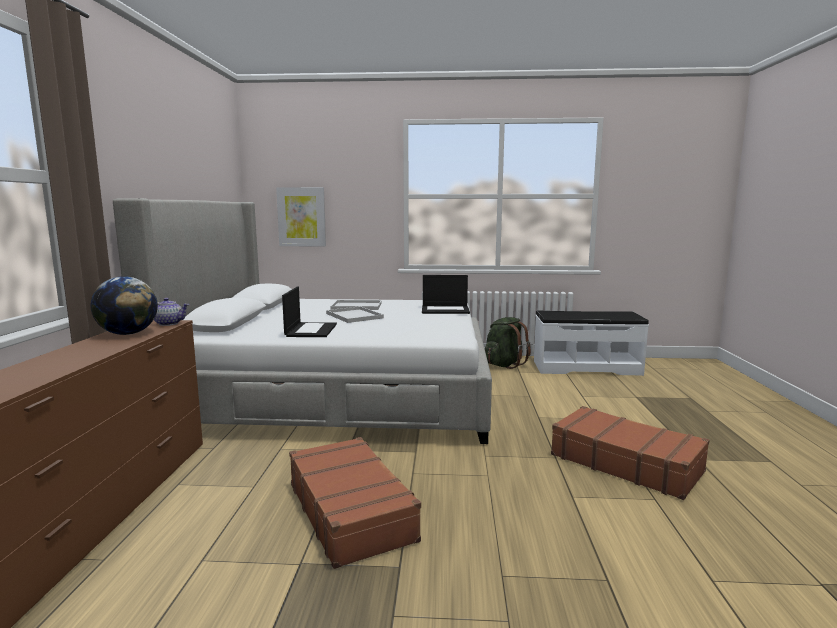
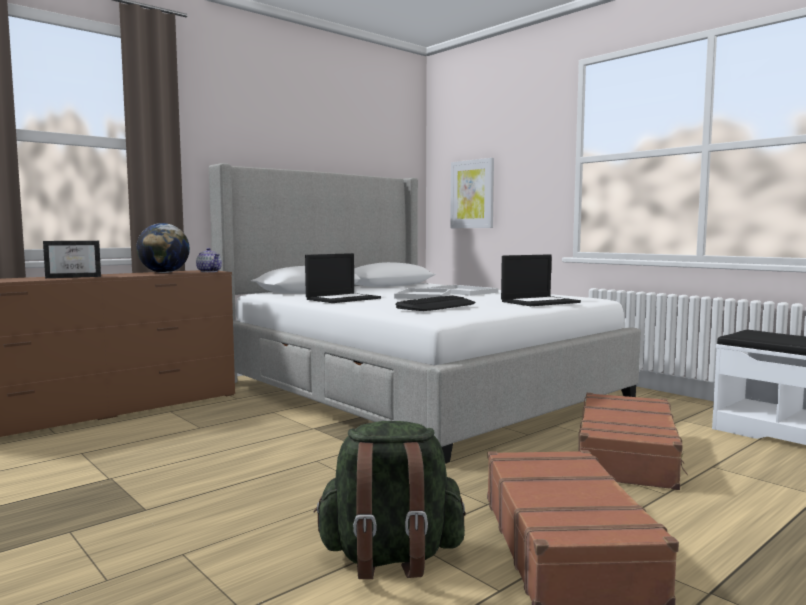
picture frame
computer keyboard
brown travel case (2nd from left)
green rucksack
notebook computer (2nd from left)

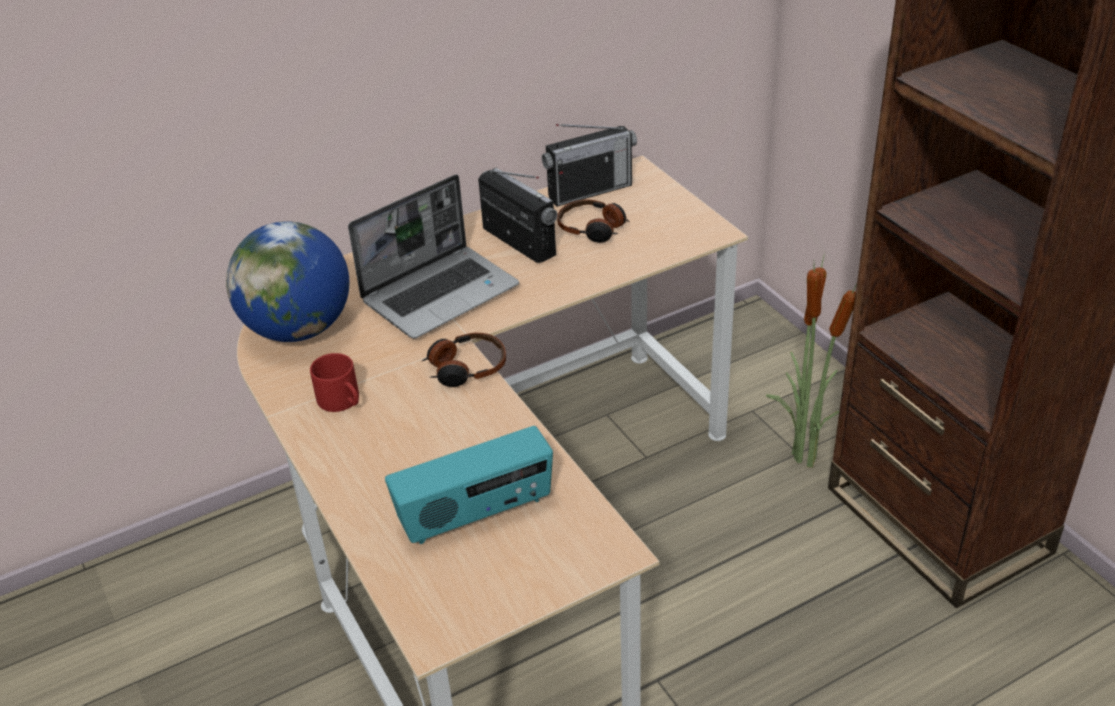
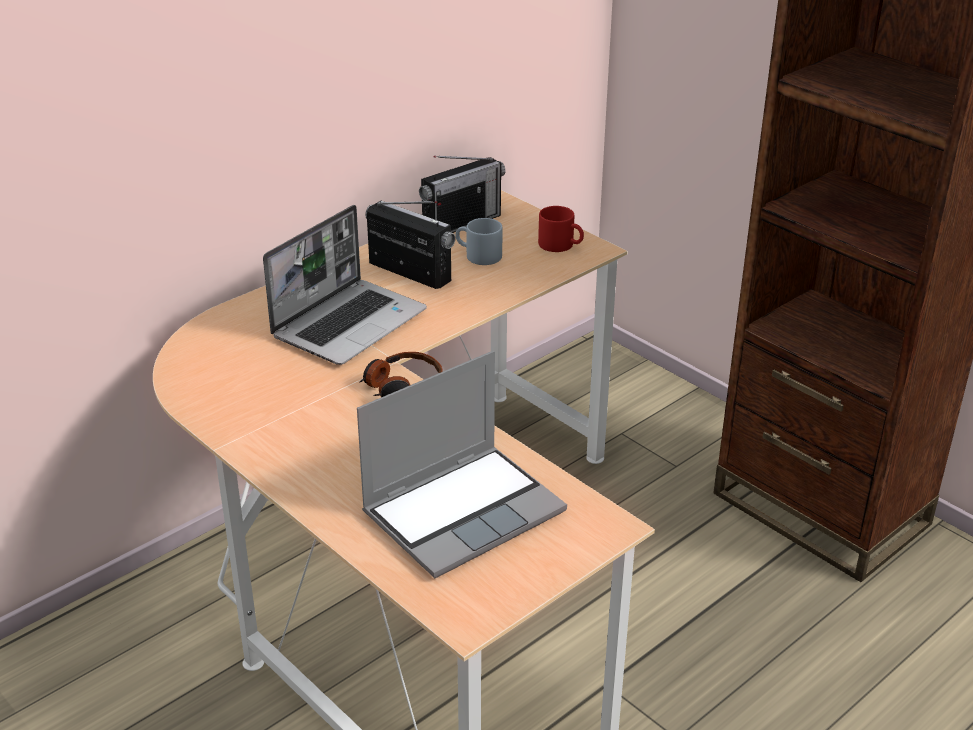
world globe
plant in a pot
red tea mug
notebook computer (2nd from left)
greyish tea mug

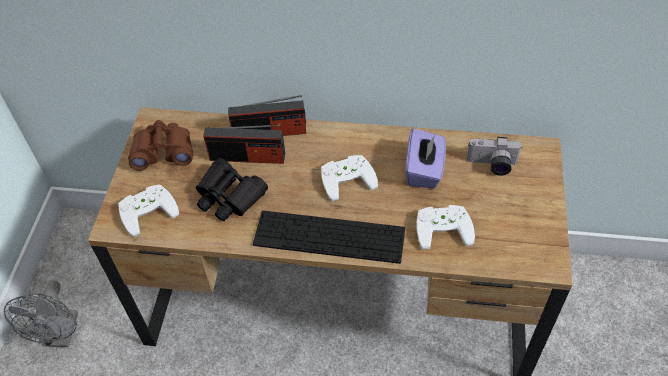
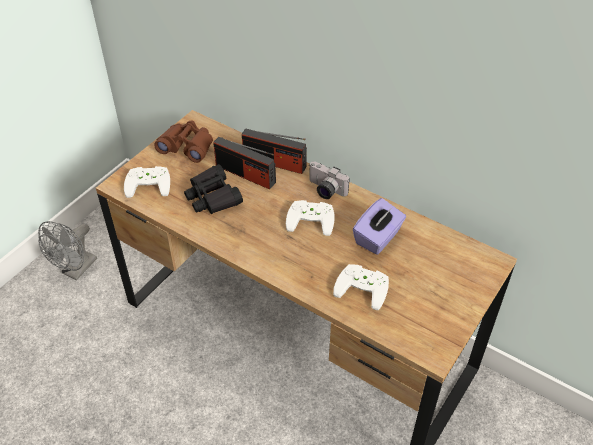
computer keyboard
photo camera

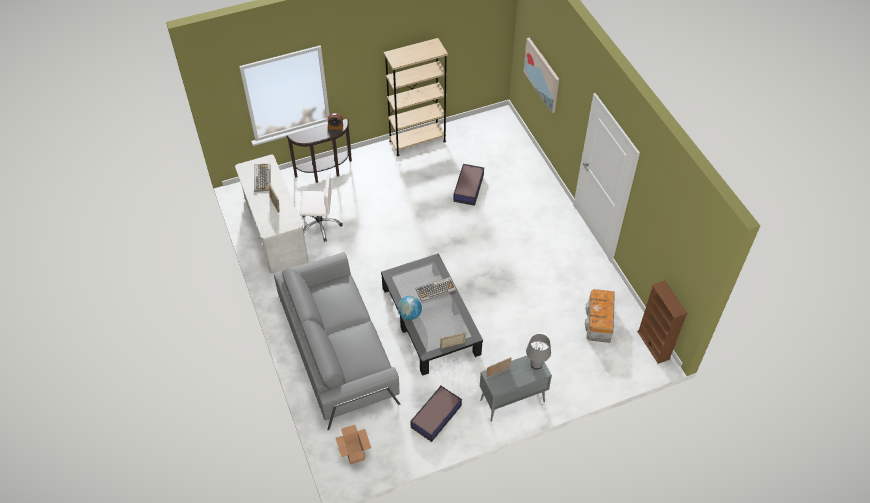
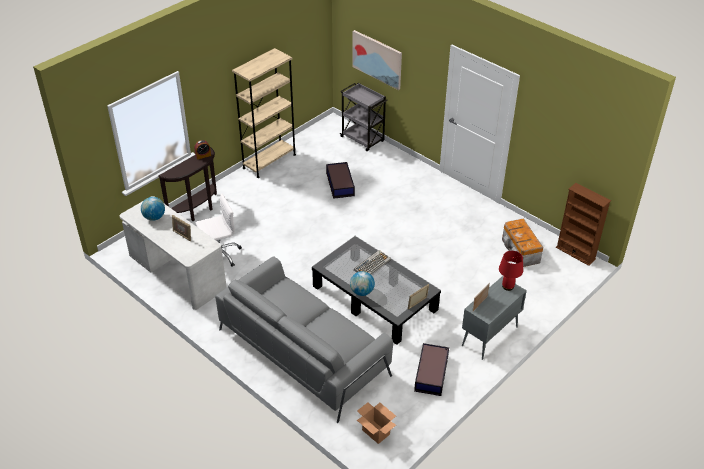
greyish wheeled cart
world globe (1st from left)
red lamp for a table

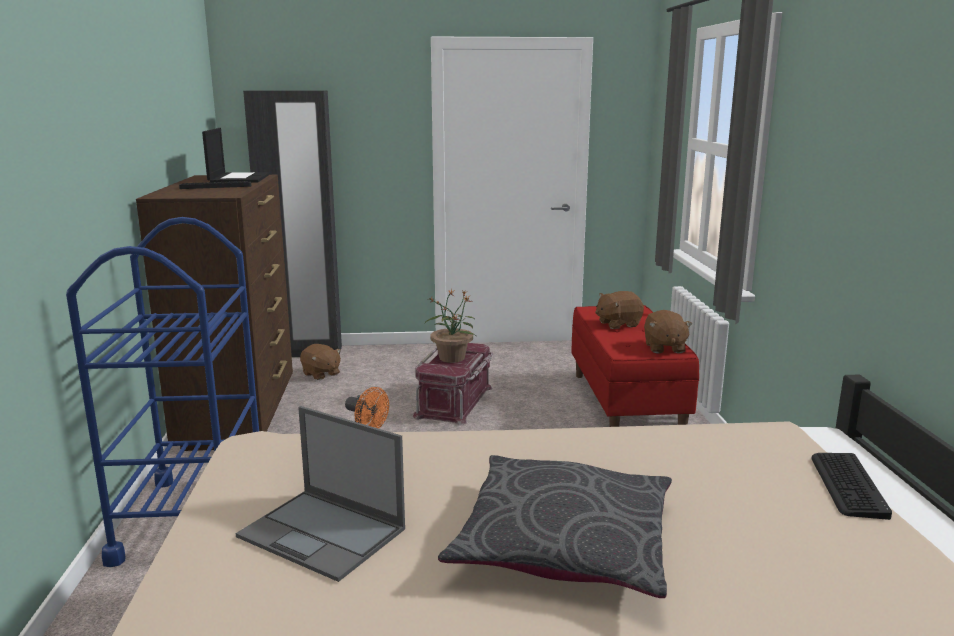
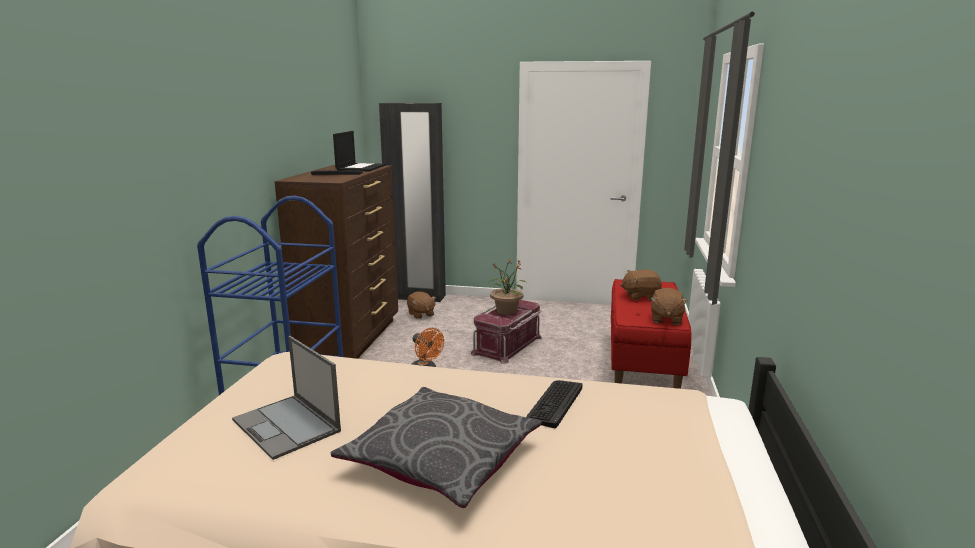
computer keyboard (2nd from left)

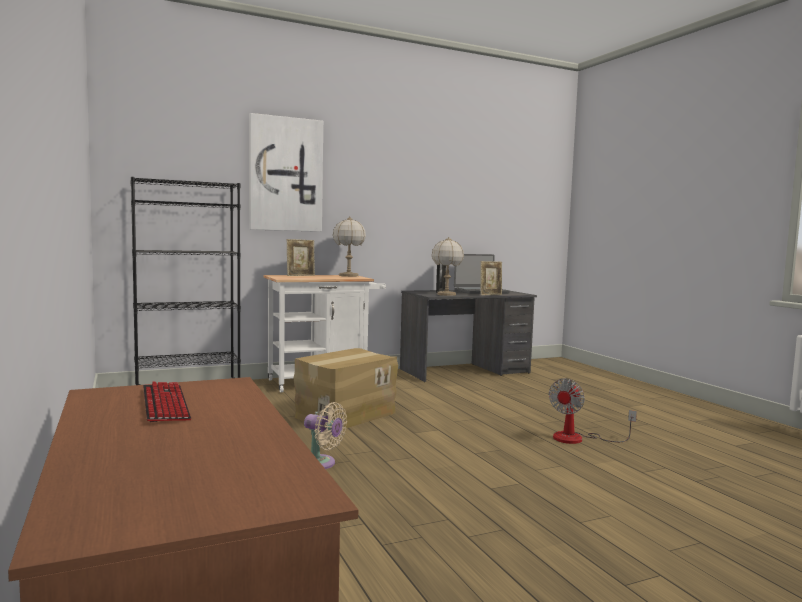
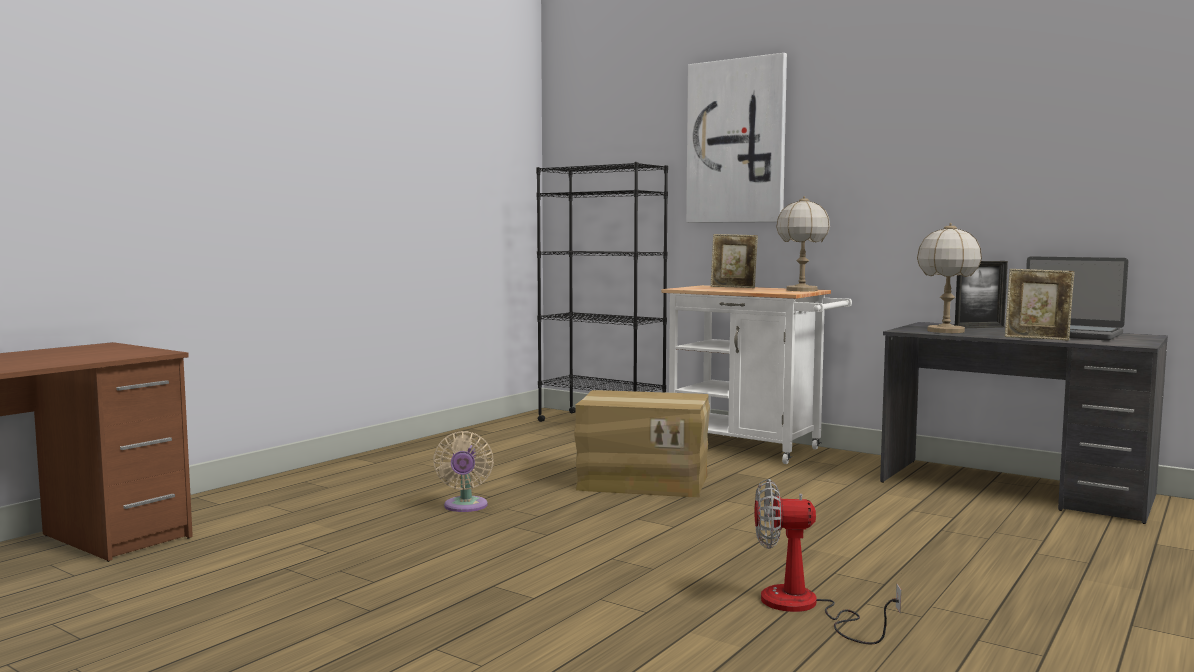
computer keyboard

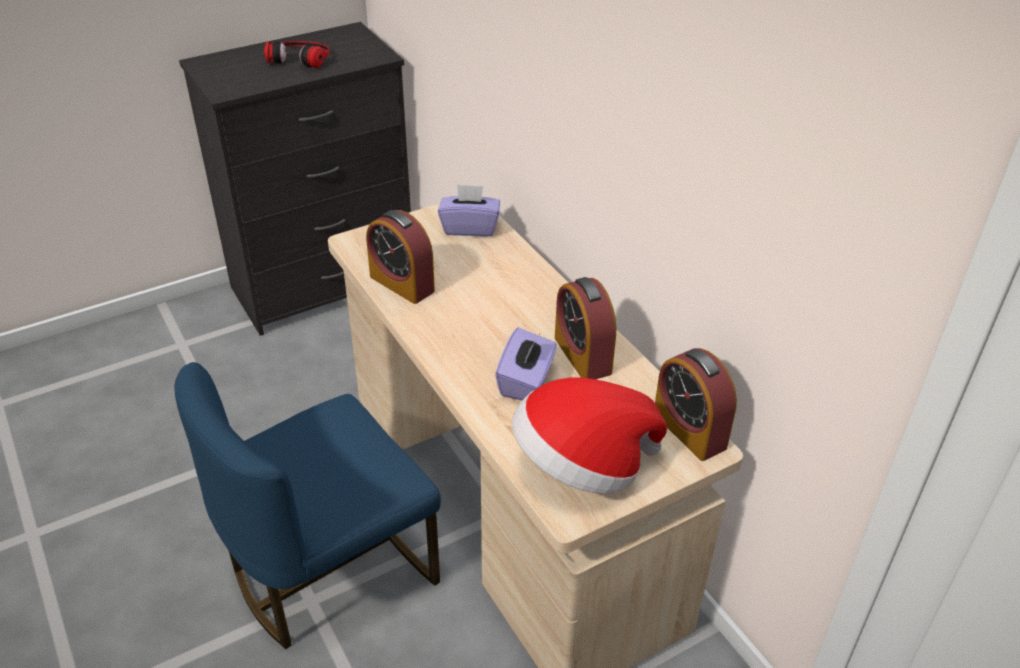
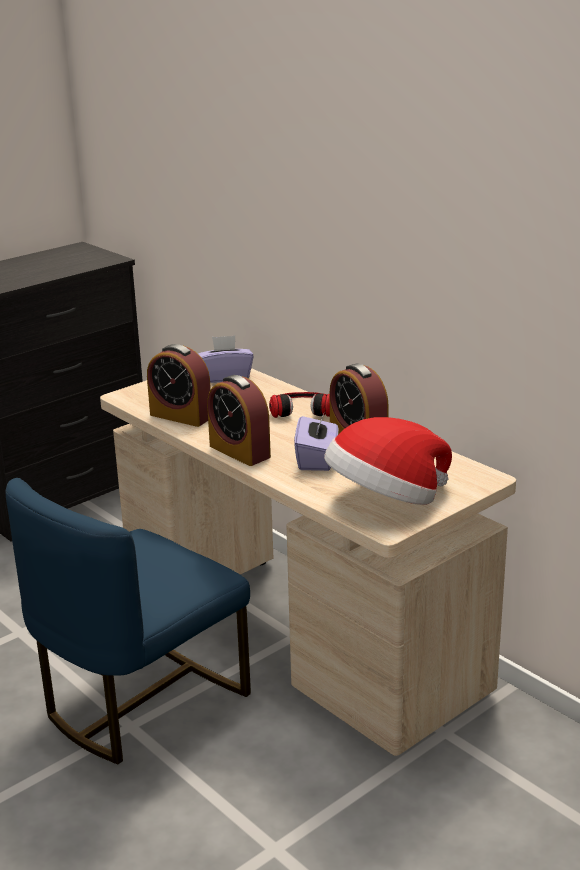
pair of headphones
table clock (2nd from left)

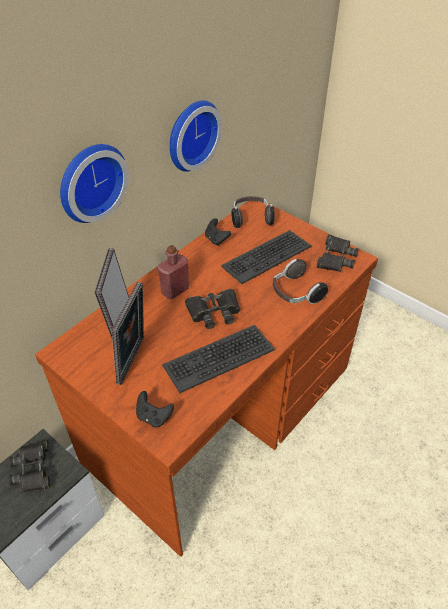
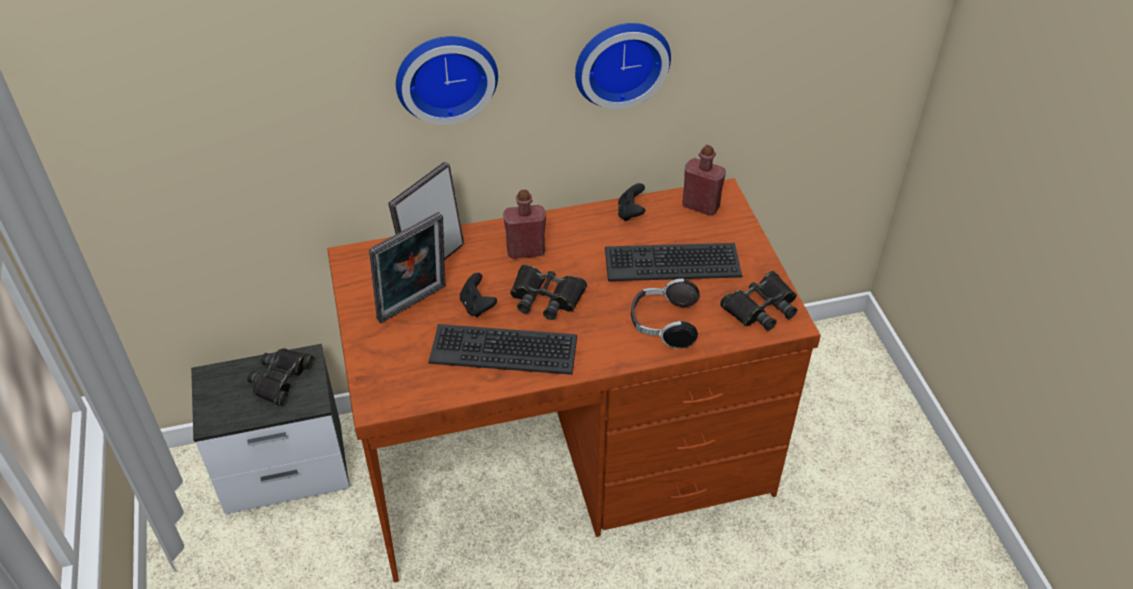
black-coloured joypad (1st from left)
red drink bottle (2nd from left)

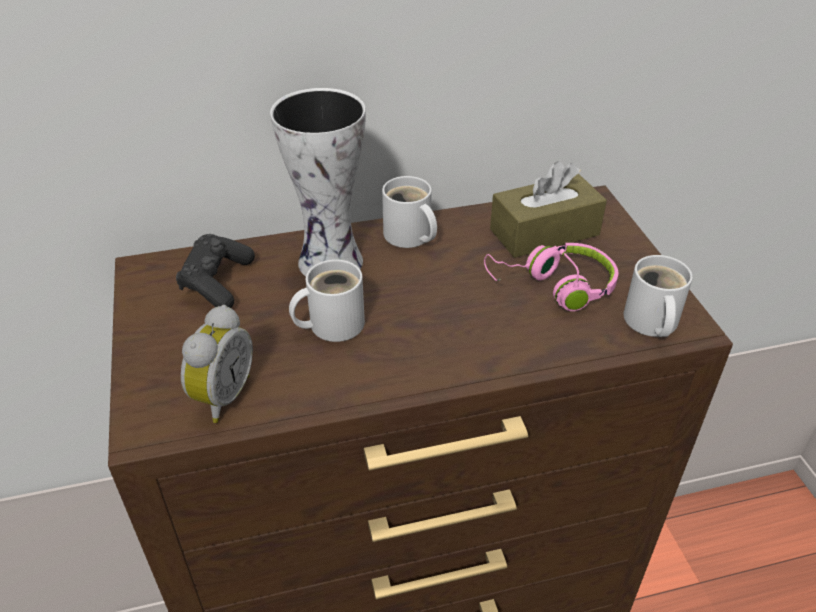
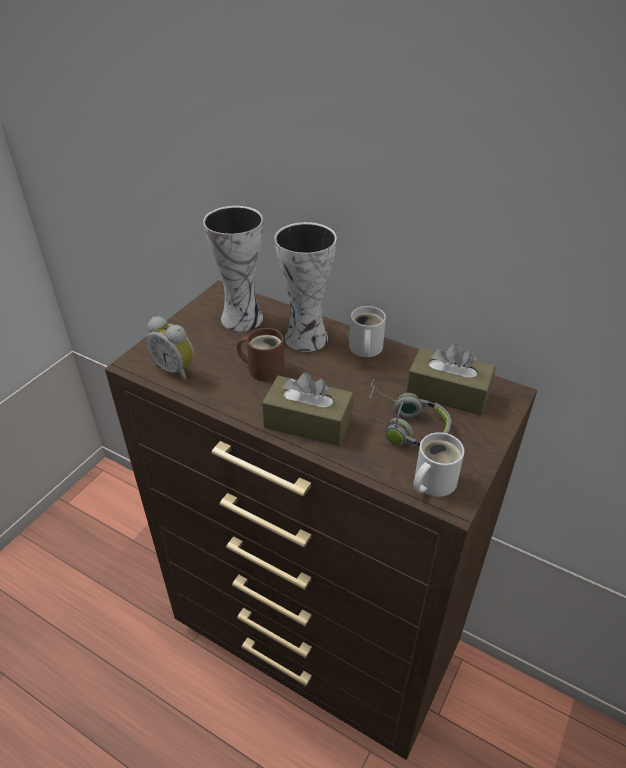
brown tissue holder (1st from left)
vase (1st from left)
brown tea mug
greyish pair of headphones
table clock

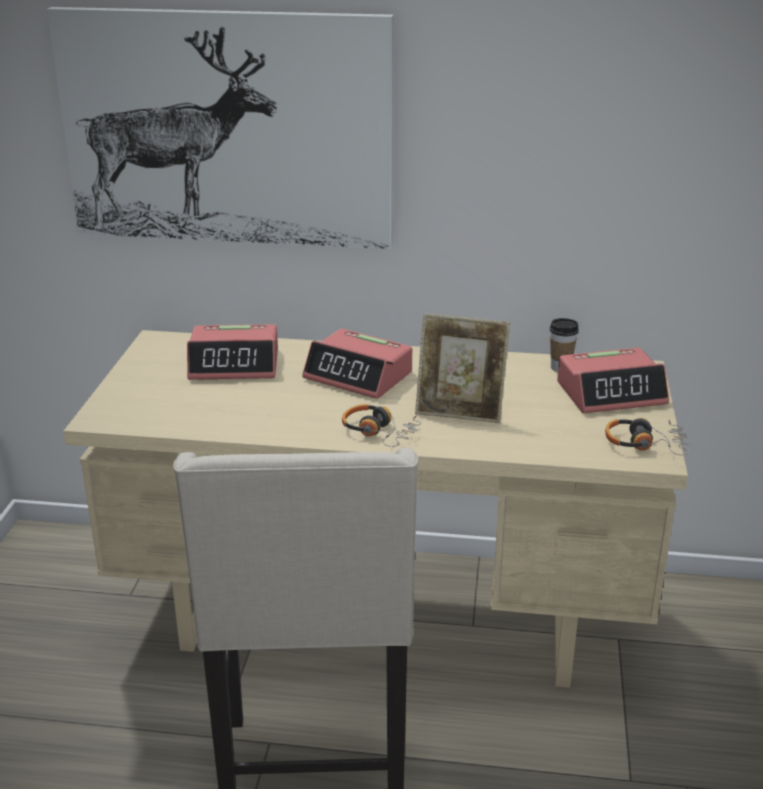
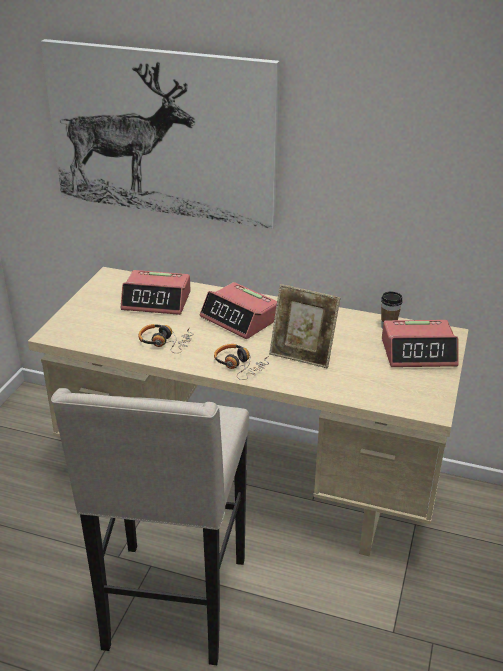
pair of headphones (1st from left)

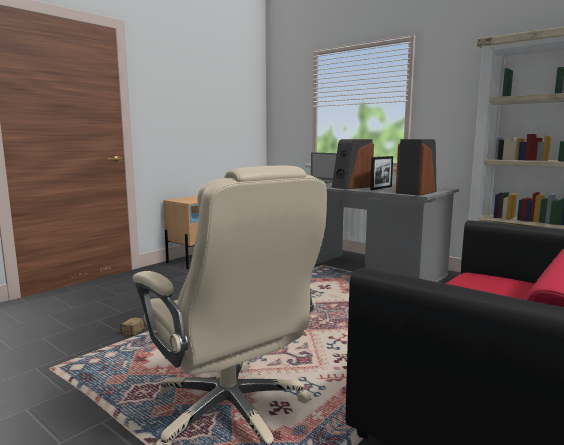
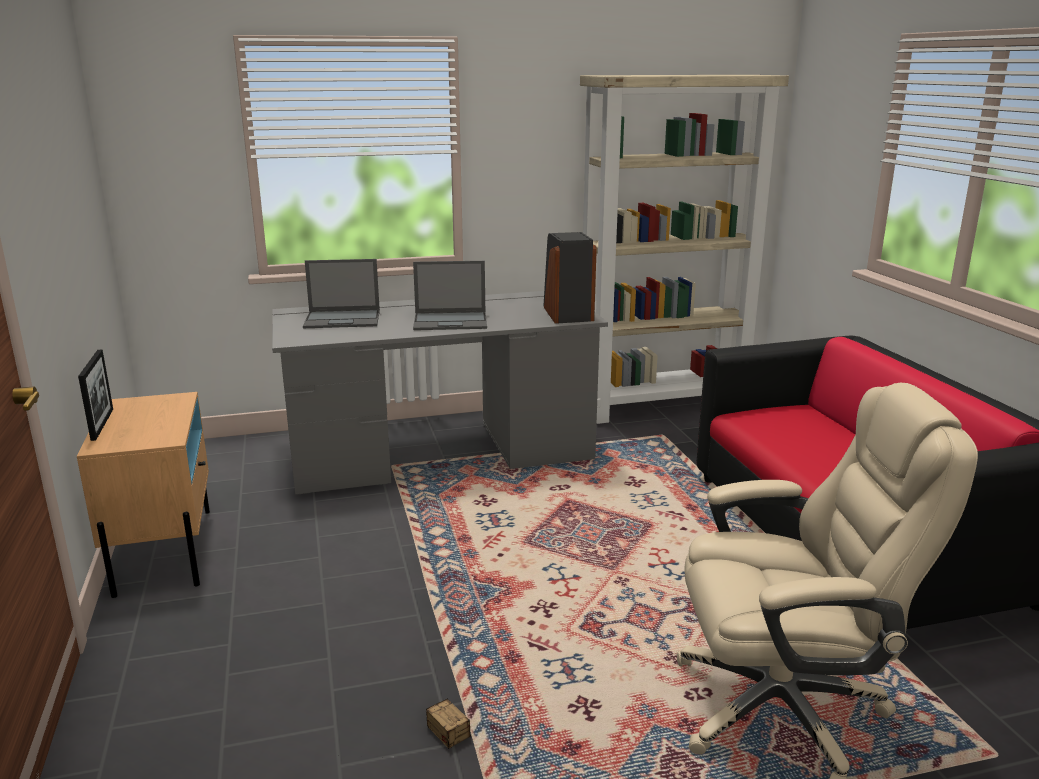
picture frame
notebook computer (2nd from left)

